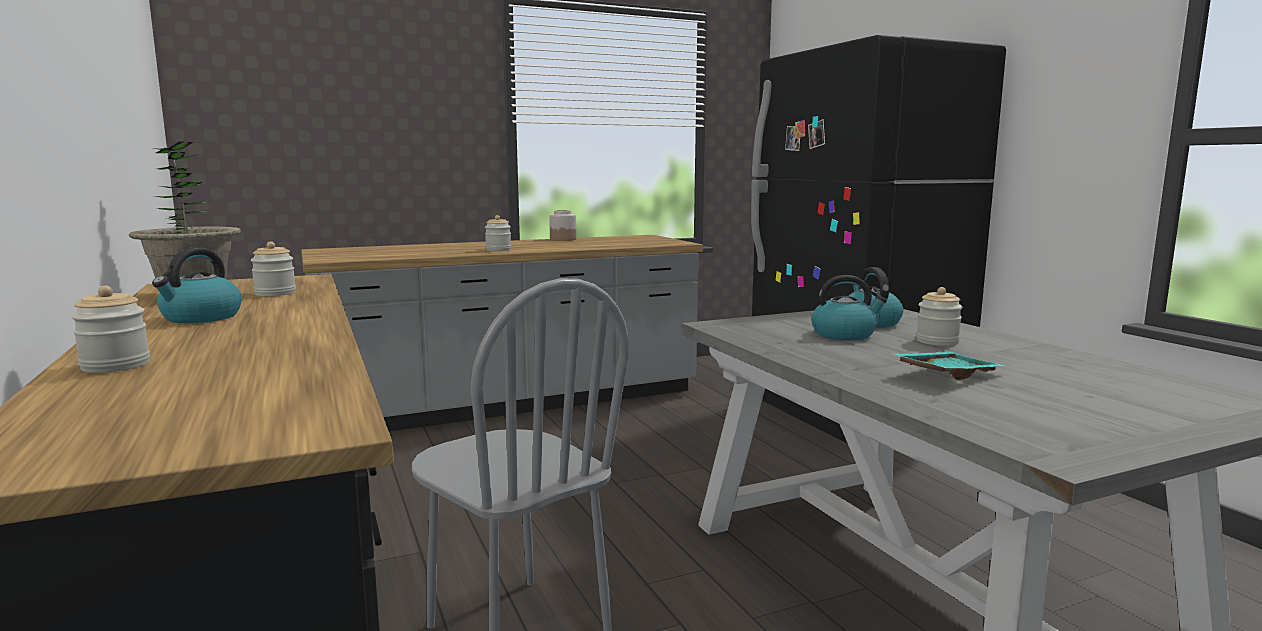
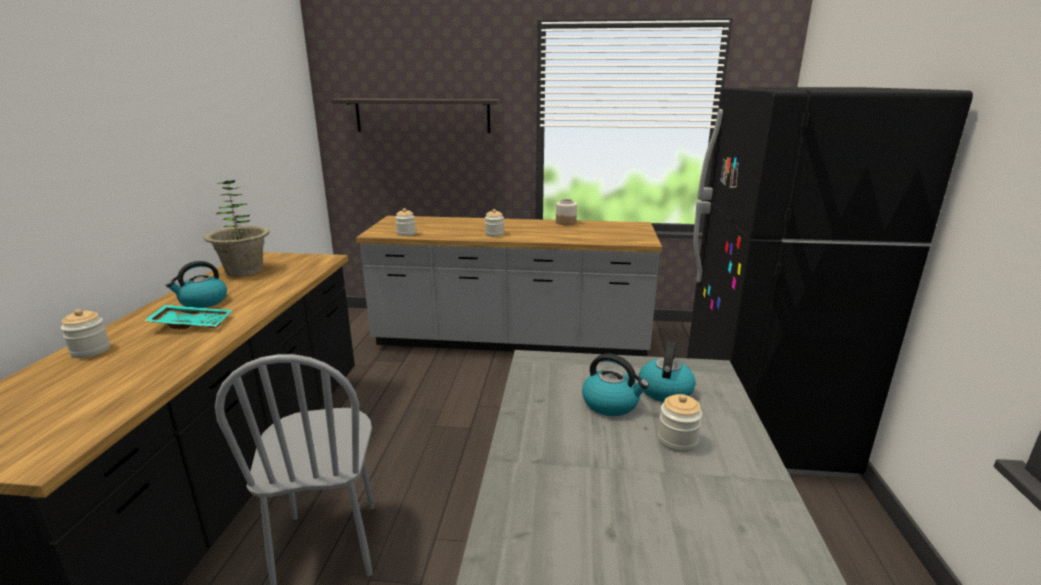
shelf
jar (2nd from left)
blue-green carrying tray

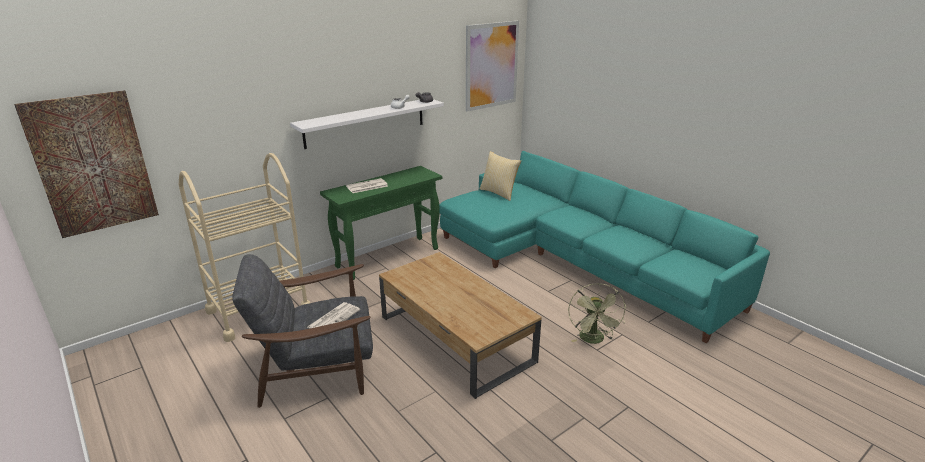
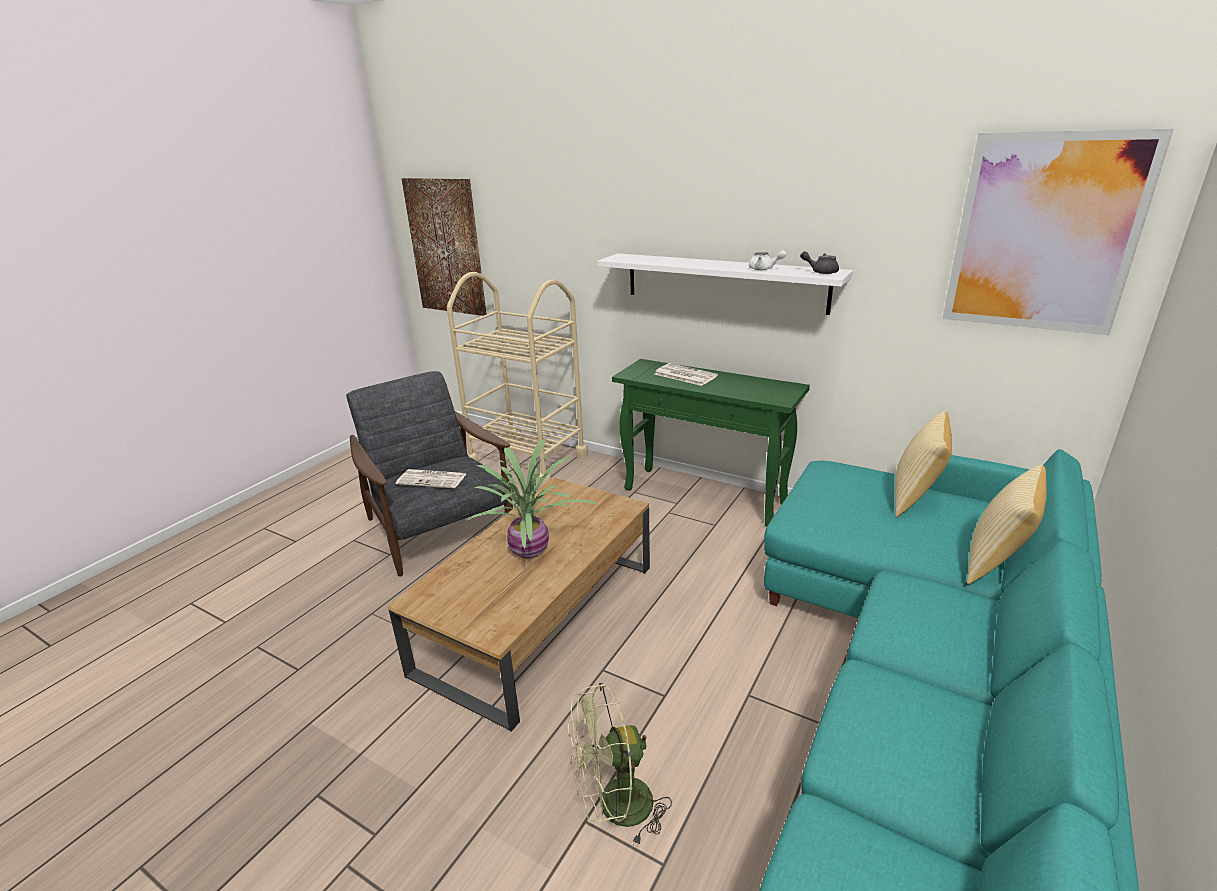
plant in a pot
throw pillow (2nd from left)

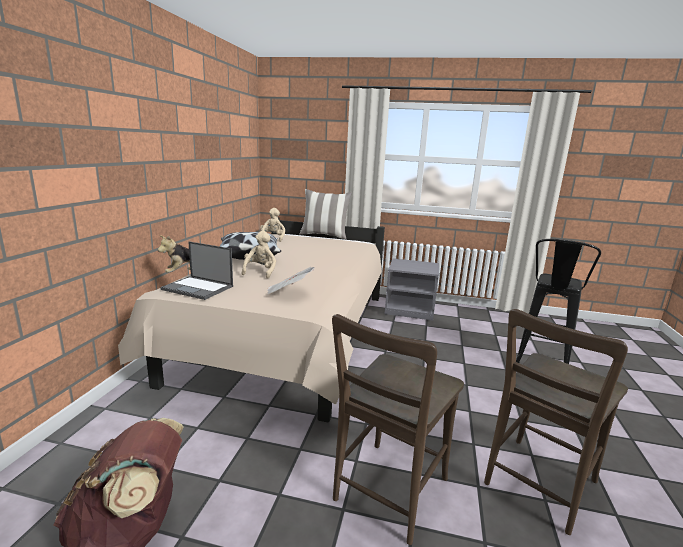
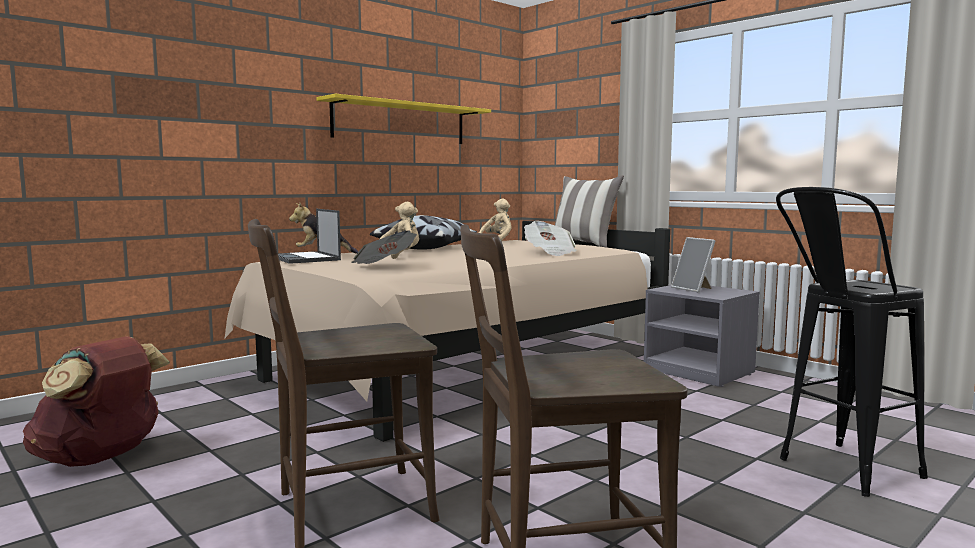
yellow shelf
printed paper (2nd from left)
picture frame

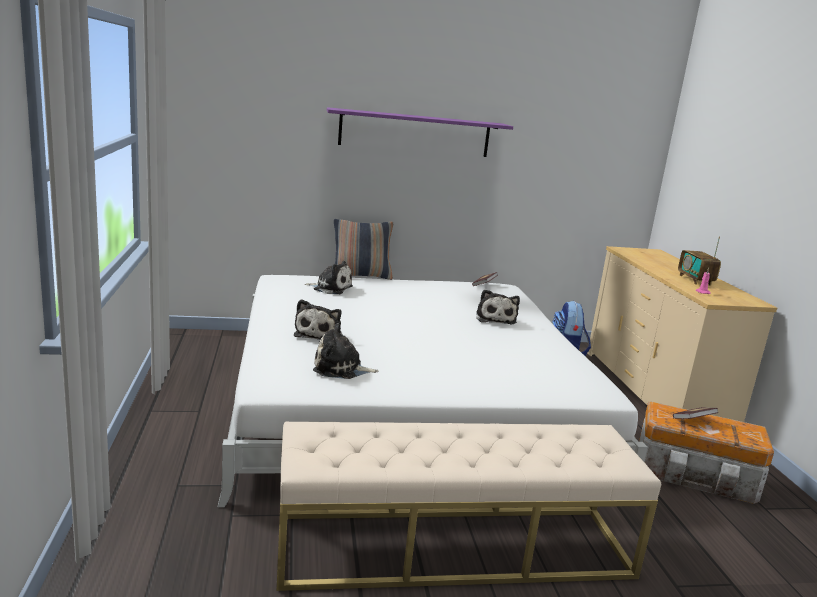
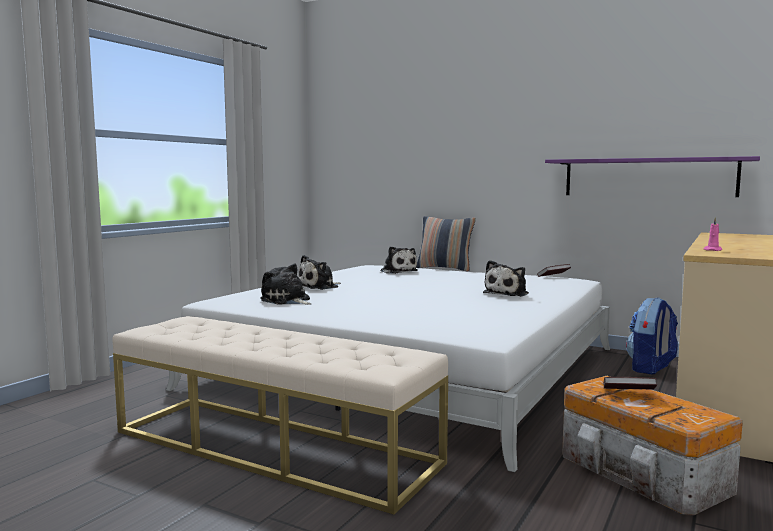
radio receiver
purplish shelf

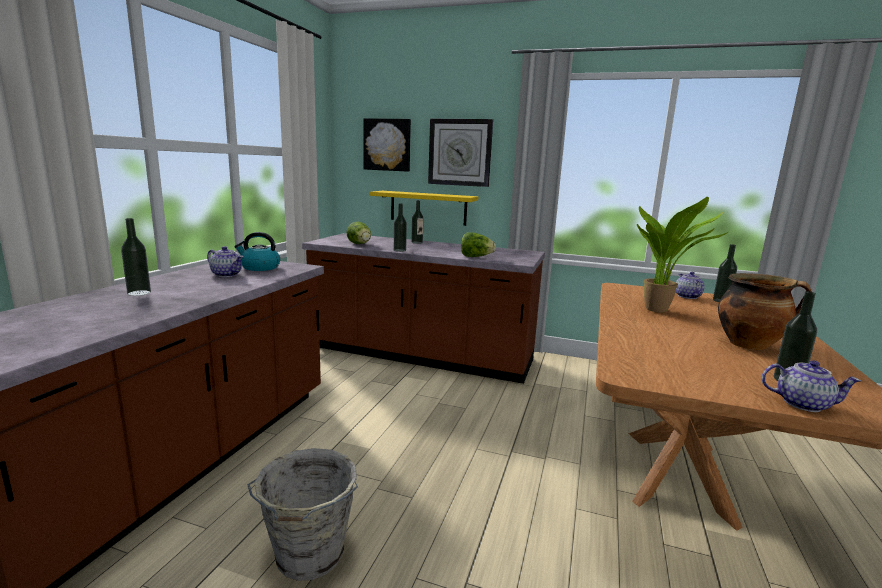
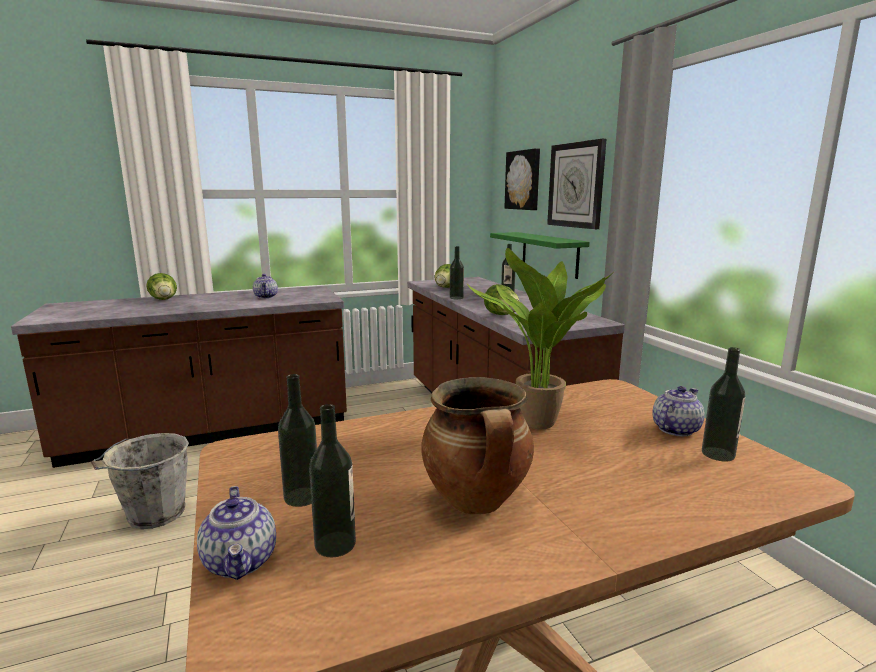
water kettle
lettuce head (1st from left)
drink bottle (1st from left)
green shelf

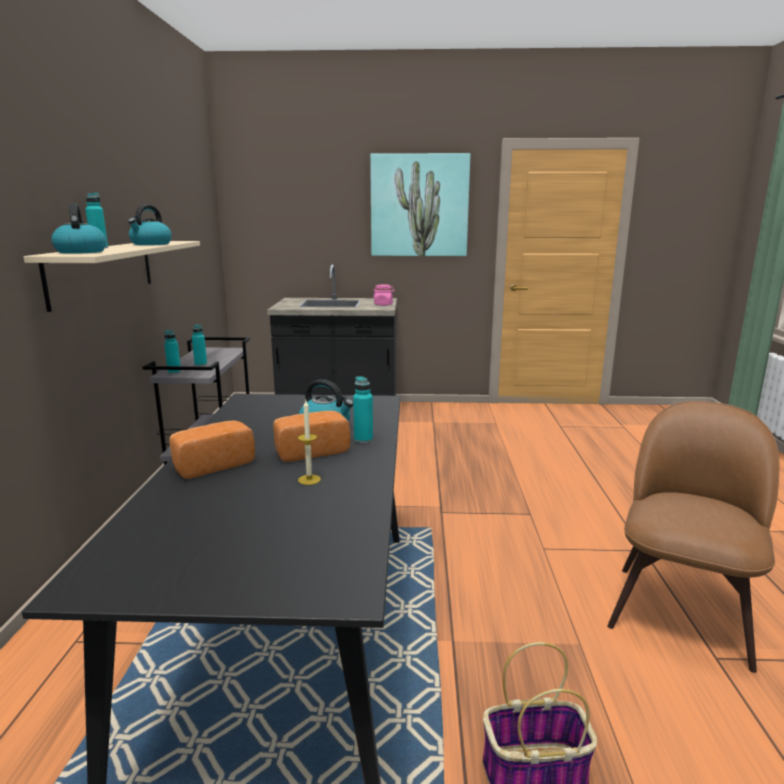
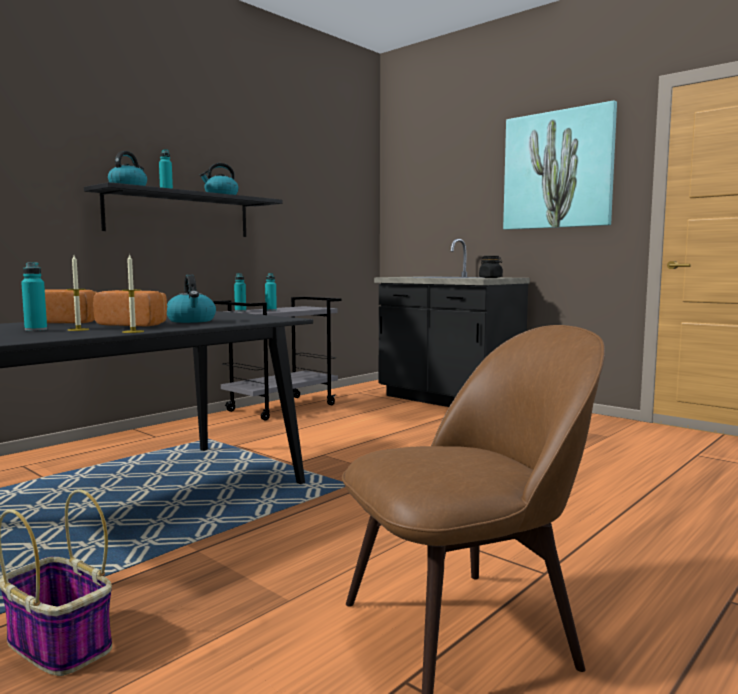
candle (2nd from left)
blue-green drink bottle (1st from left)
black-coloured shelf
black-coloured jar

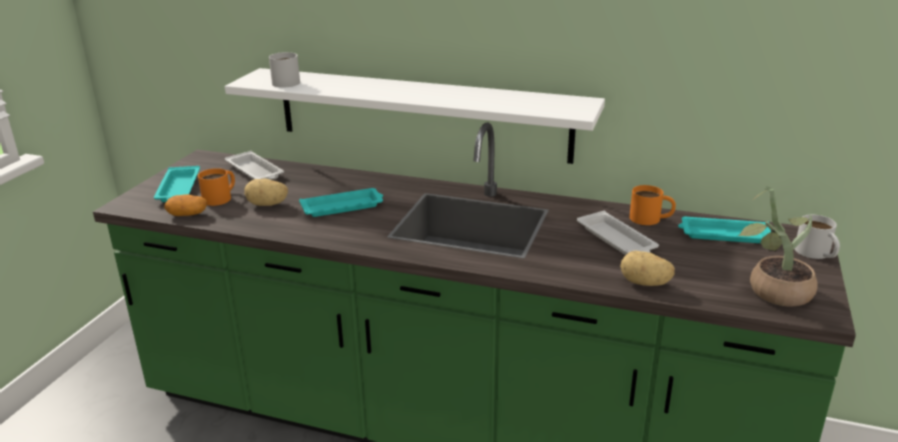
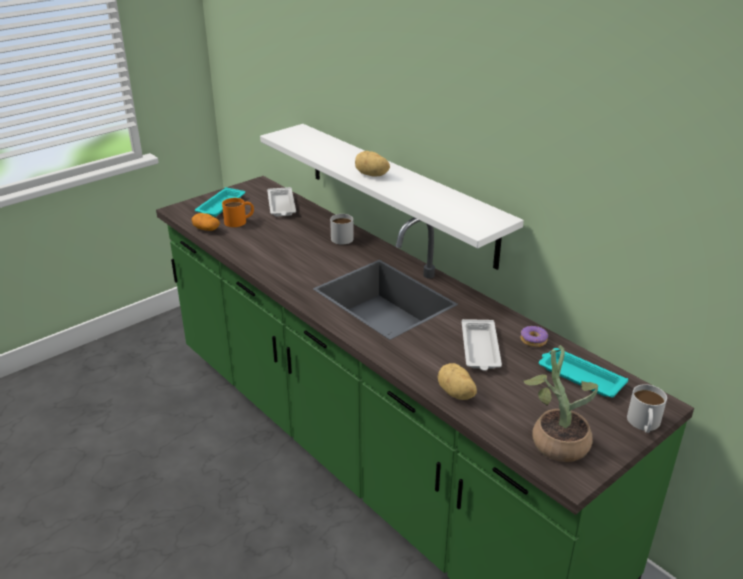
blue-green carrying tray (2nd from left in the first image)
potato (2nd from left)
white tea mug (1st from left)
doughnut

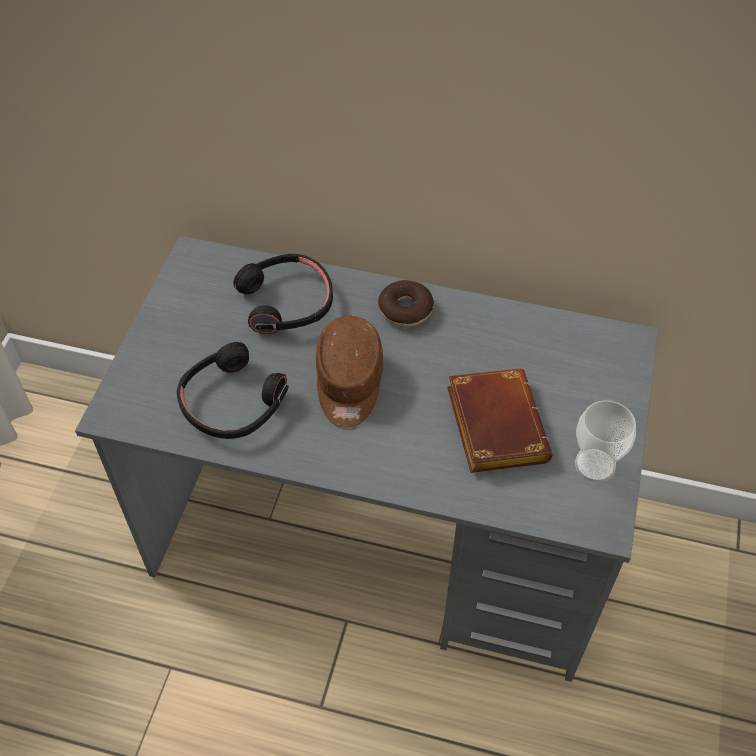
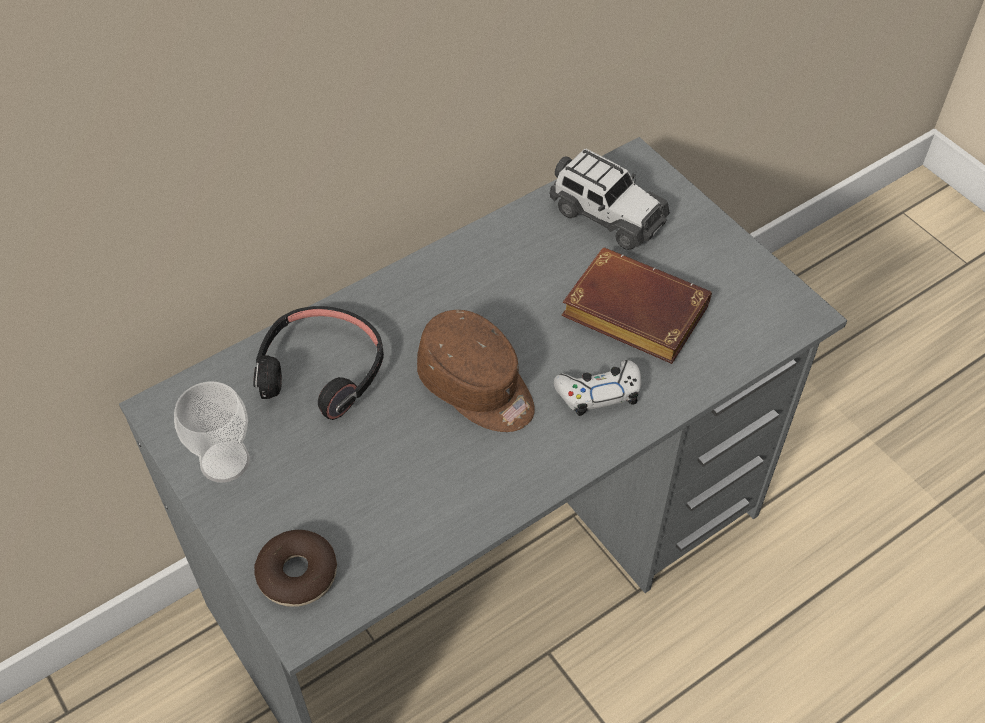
black-coloured pair of headphones (1st from left in the first image)
miniature car
white joypad
doughnut
cup

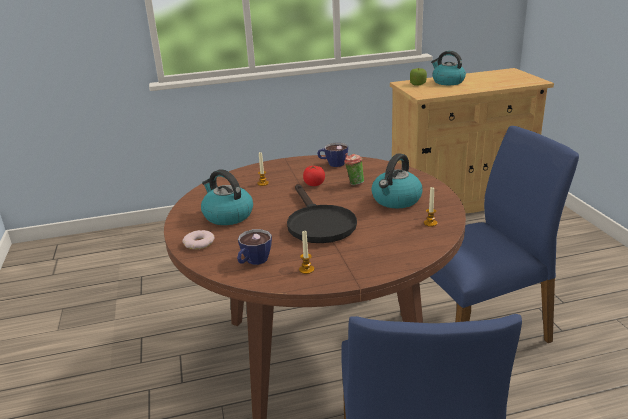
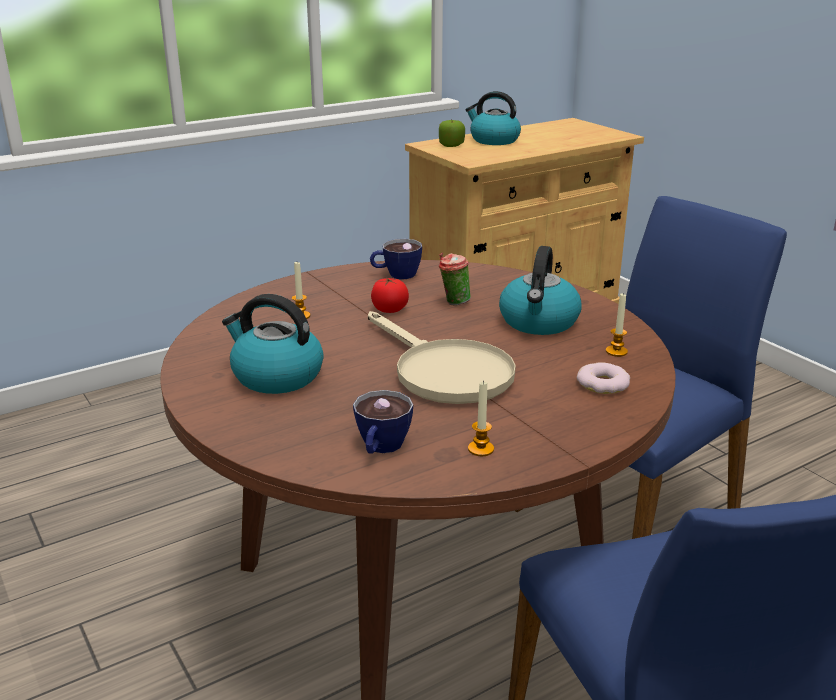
doughnut
beige pan

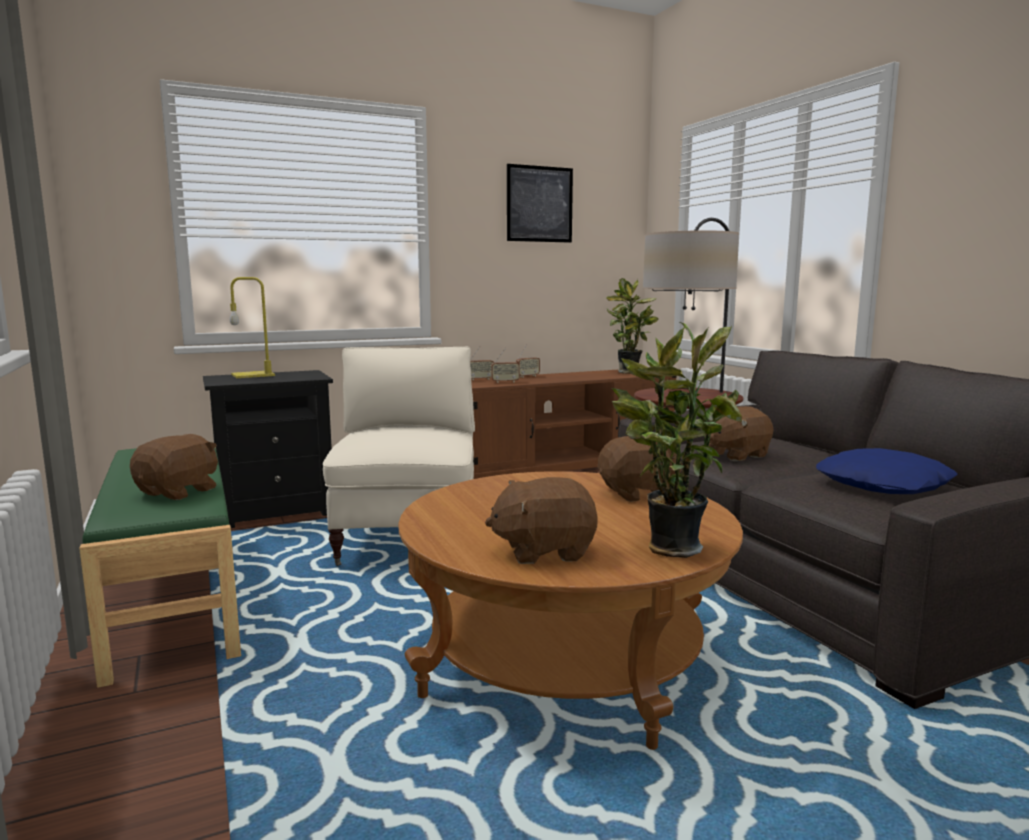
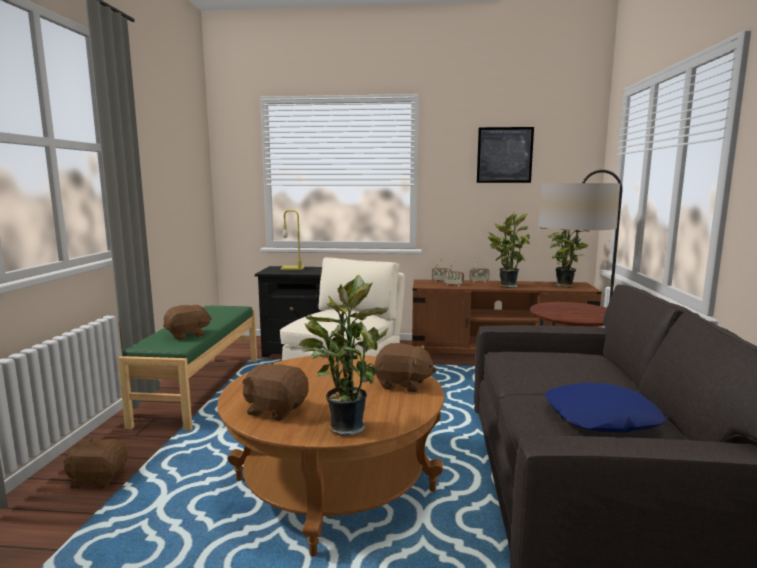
plant in a pot (2nd from left)
brown cuddly toy (1st from left)

